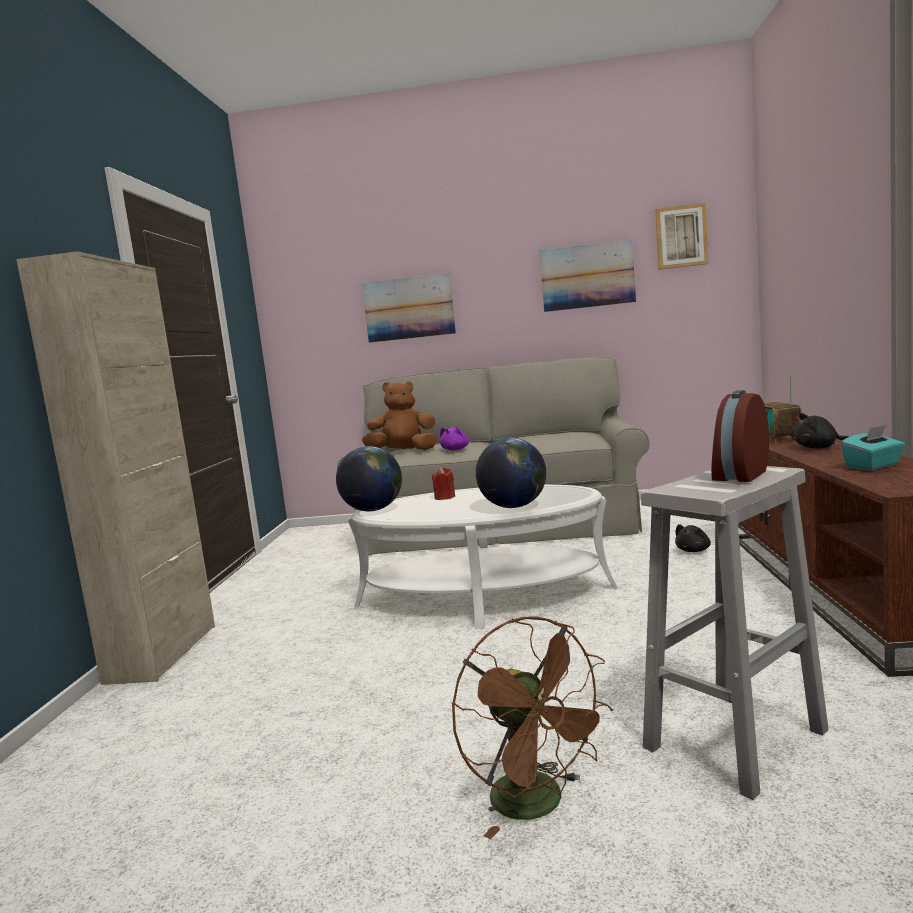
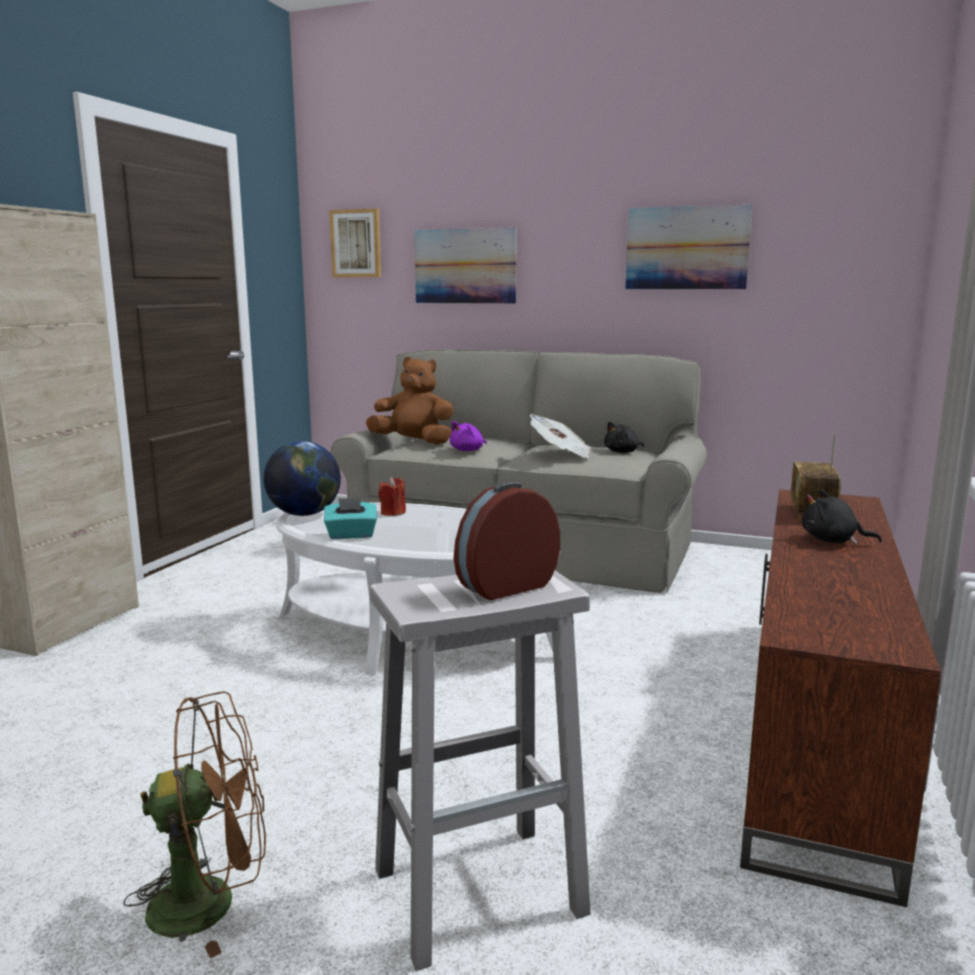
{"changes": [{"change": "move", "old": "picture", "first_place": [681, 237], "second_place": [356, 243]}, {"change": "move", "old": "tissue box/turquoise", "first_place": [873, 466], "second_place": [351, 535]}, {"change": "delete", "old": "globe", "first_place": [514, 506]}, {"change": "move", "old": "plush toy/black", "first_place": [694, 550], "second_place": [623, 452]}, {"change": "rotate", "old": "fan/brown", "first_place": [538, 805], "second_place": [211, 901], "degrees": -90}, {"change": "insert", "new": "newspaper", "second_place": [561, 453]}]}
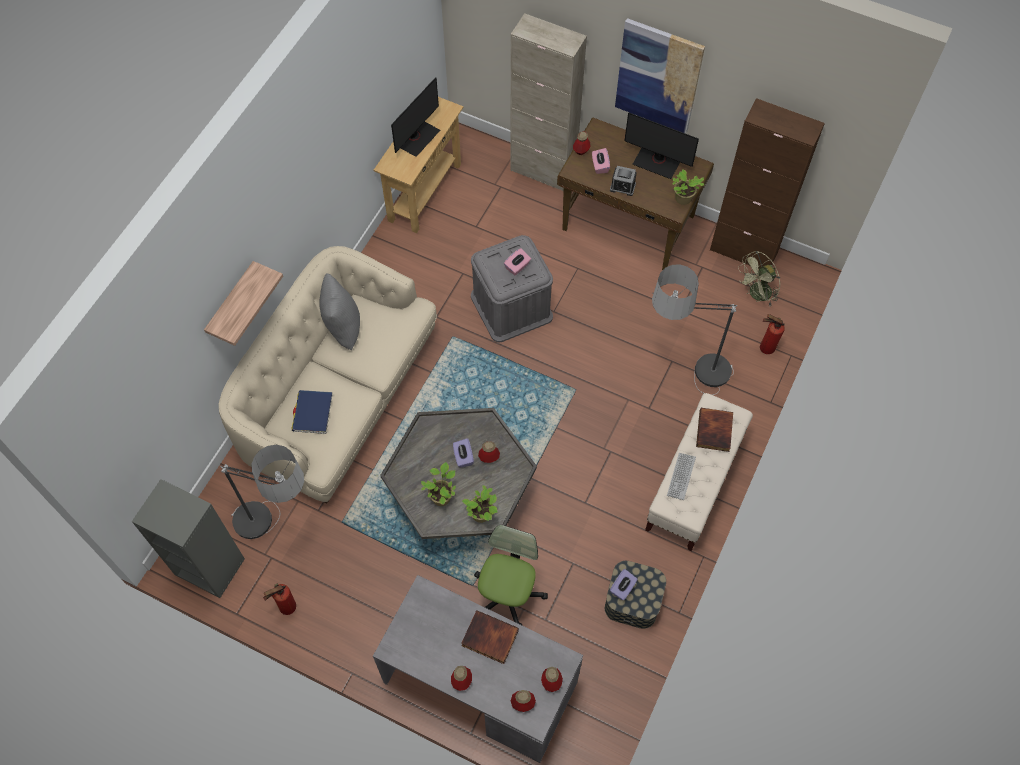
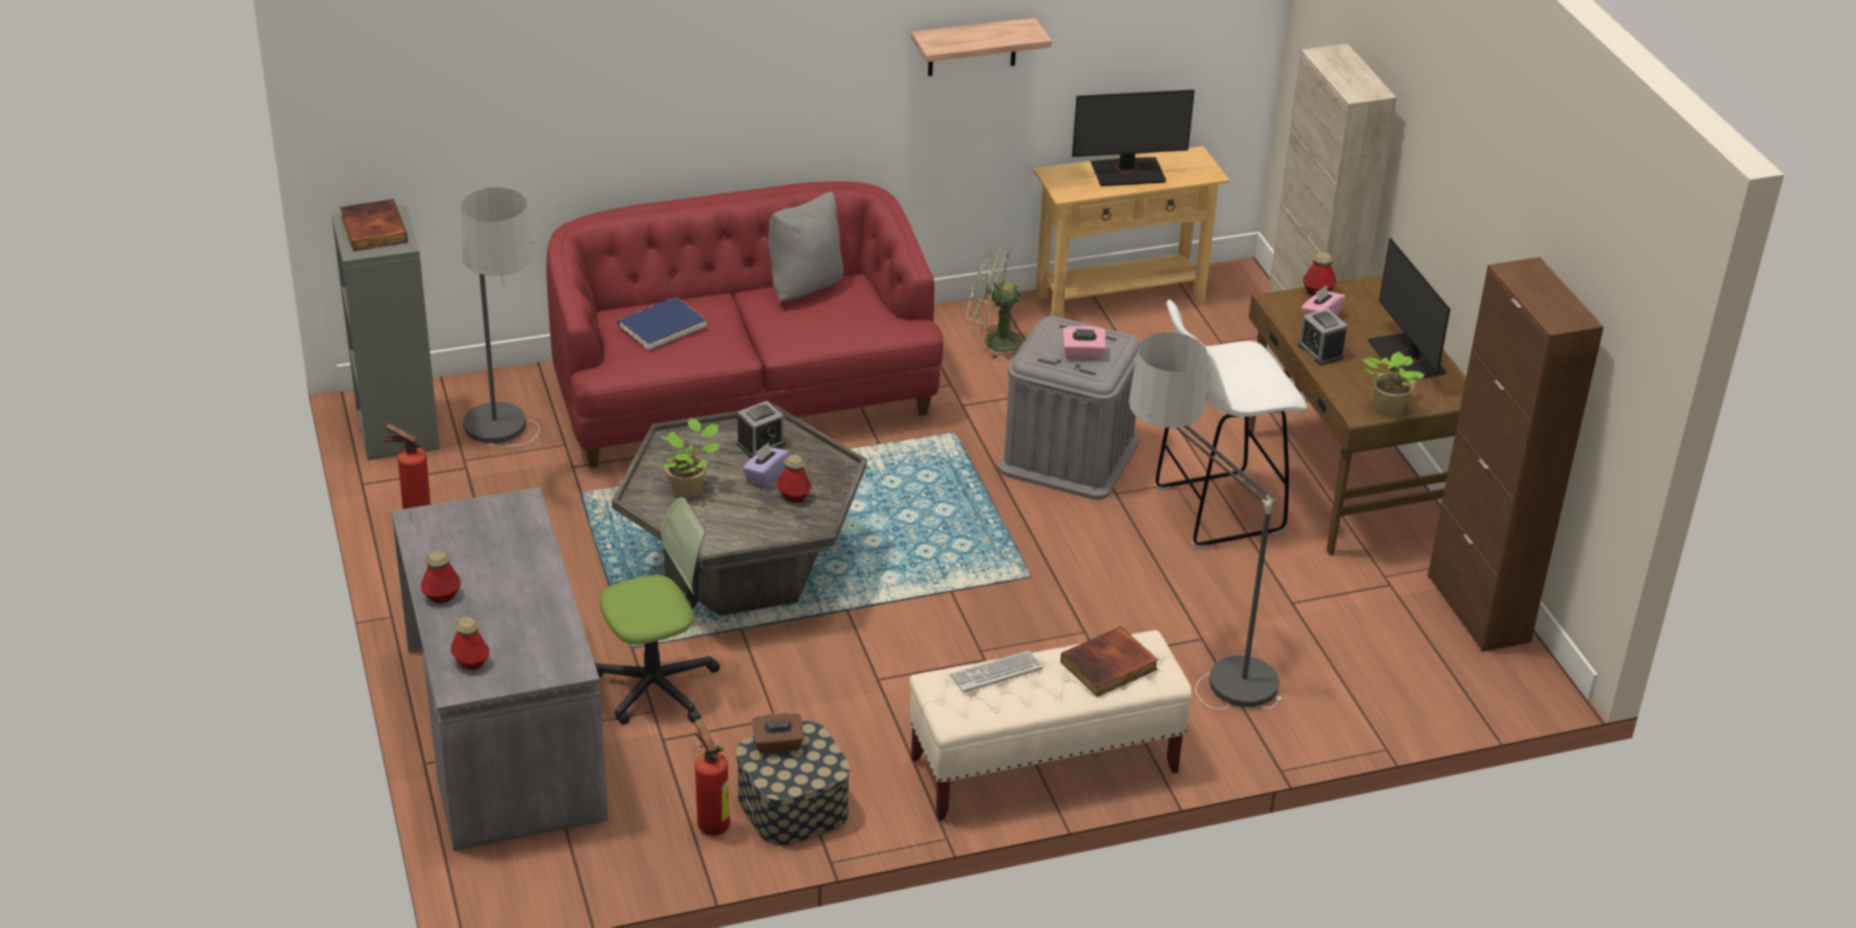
{"changes": [{"change": "delete", "old": "picture", "first_place": [658, 76]}, {"change": "recolor", "old": "sofa/beige", "new": "sofa/red", "first_place": [338, 397], "second_place": [742, 396]}, {"change": "move", "old": "fan/green", "first_place": [756, 295], "second_place": [993, 341]}, {"change": "move", "old": "shelf", "first_place": [232, 303], "second_place": [972, 47]}, {"change": "move", "old": "fire extinguisher", "first_place": [764, 348], "second_place": [711, 823]}, {"change": "delete", "old": "potted plant", "first_place": [482, 515]}, {"change": "recolor", "old": "tissue box/purple", "new": "tissue box/brown", "first_place": [622, 588], "second_place": [778, 745]}, {"change": "move", "old": "book", "first_place": [489, 638], "second_place": [372, 229]}, {"change": "delete", "old": "bottle", "first_place": [551, 681]}, {"change": "insert", "new": "stool/white", "second_place": [1214, 510]}, {"change": "insert", "new": "alarm clock", "second_place": [760, 444]}]}
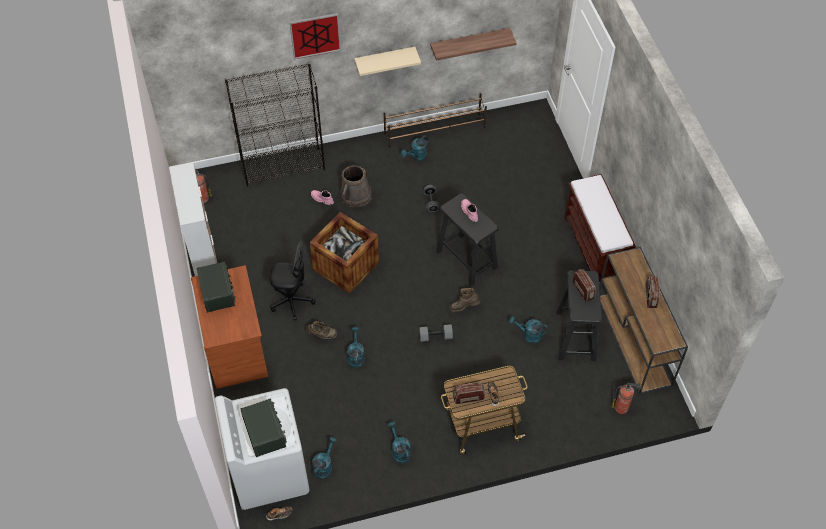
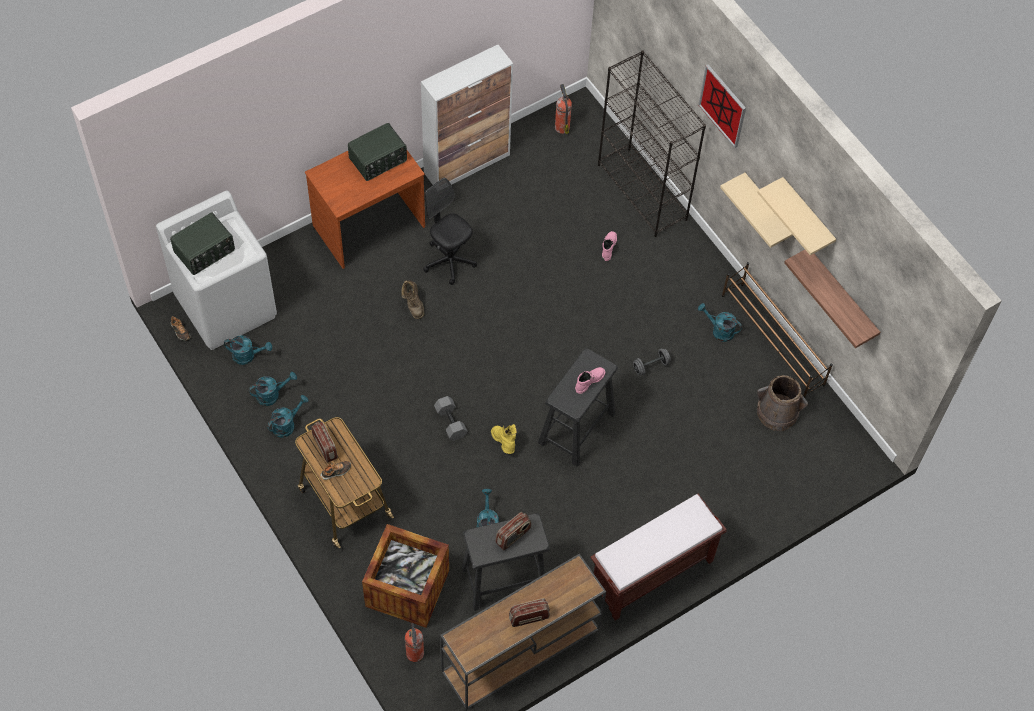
{"changes": [{"change": "move", "old": "bucket/brown", "first_place": [356, 196], "second_place": [777, 412]}, {"change": "move", "old": "crate", "first_place": [346, 266], "second_place": [407, 588]}, {"change": "rotate", "old": "office chair/black", "first_place": [292, 301], "second_place": [449, 261], "degrees": 150}, {"change": "recolor", "old": "boot/brown", "new": "boot/yellow", "first_place": [464, 307], "second_place": [504, 443]}, {"change": "move", "old": "watering can/turquoise", "first_place": [355, 356], "second_place": [272, 394]}, {"change": "insert", "new": "shelf/beige", "second_place": [806, 216]}]}
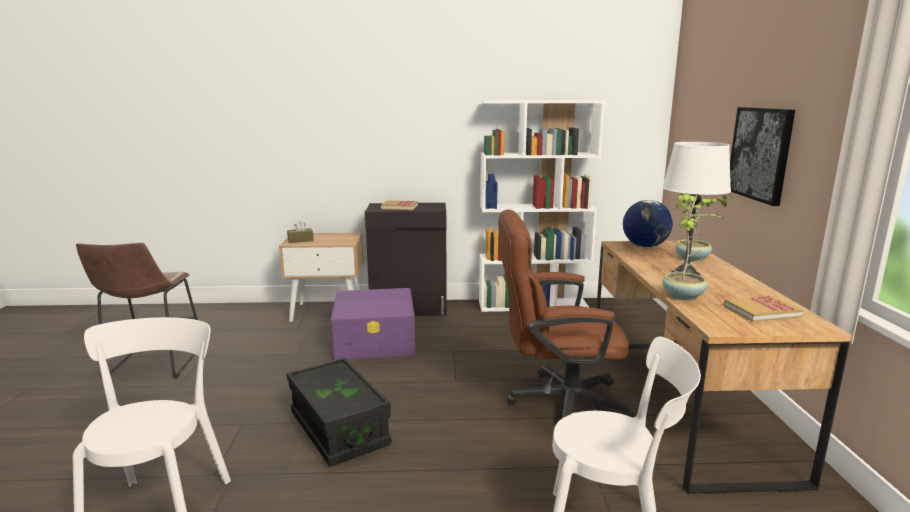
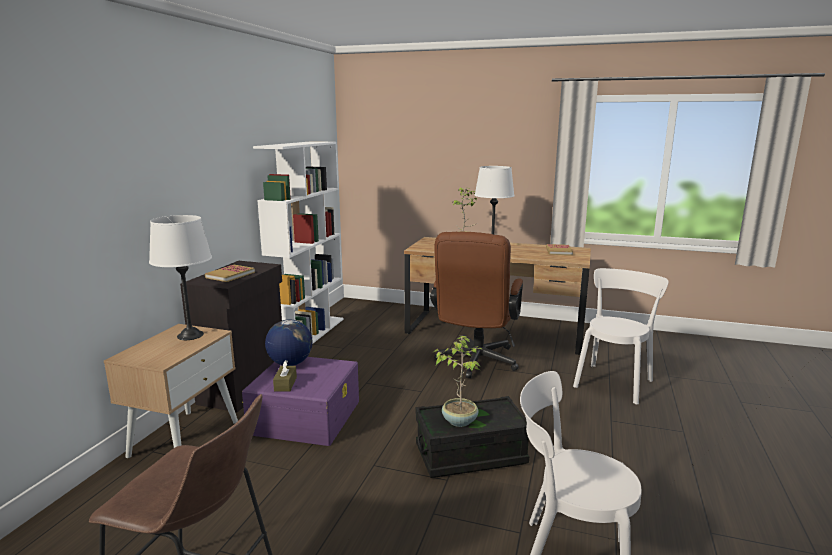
{"changes": [{"change": "delete", "old": "picture", "first_place": [760, 153]}, {"change": "move", "old": "potted plant", "first_place": [684, 296], "second_place": [459, 420]}, {"change": "move", "old": "globe", "first_place": [645, 246], "second_place": [290, 363]}, {"change": "move", "old": "tissue box/brown", "first_place": [300, 240], "second_place": [285, 384]}, {"change": "insert", "new": "table lamp/white", "second_place": [190, 335]}]}
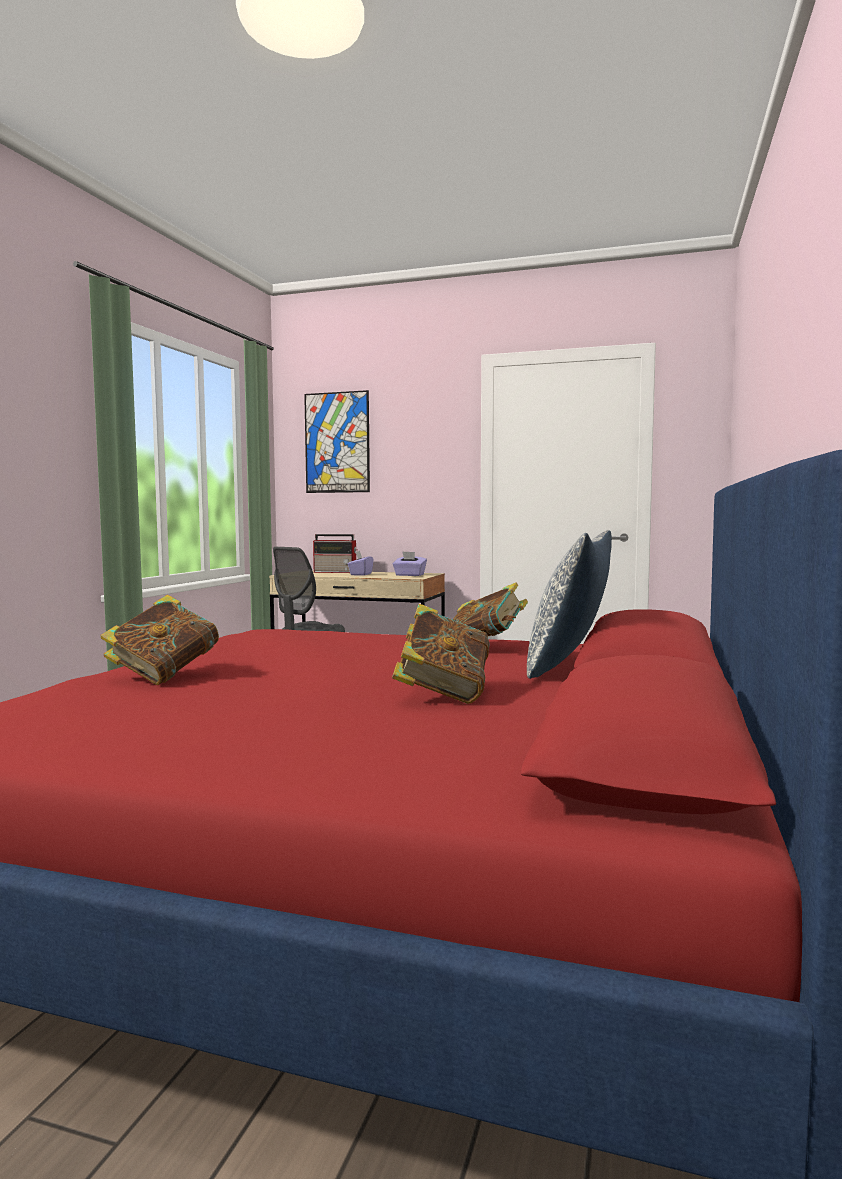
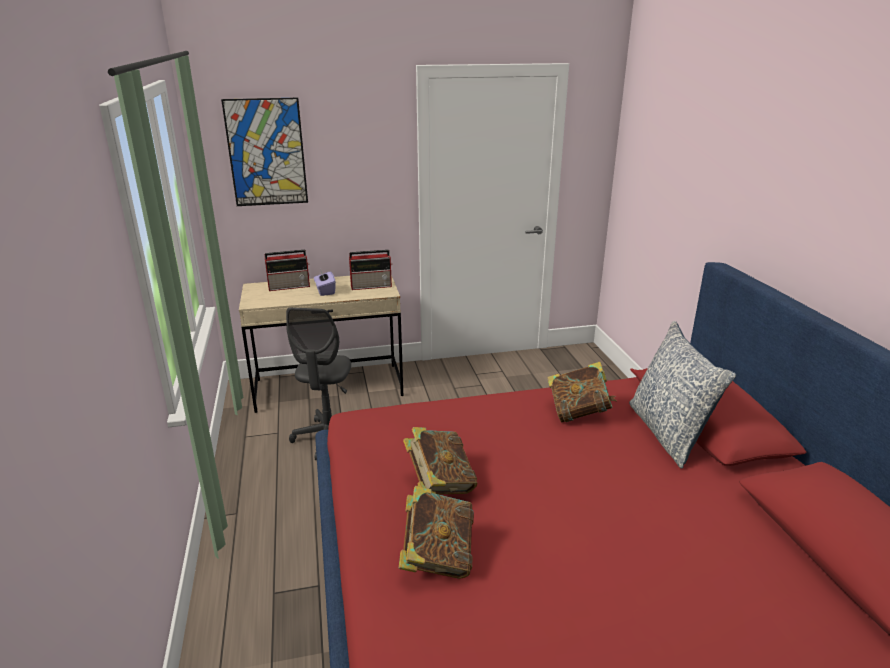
{"changes": [{"change": "replace", "old": "tissue box/purple", "new": "radio", "first_place": [409, 575], "second_place": [372, 286]}, {"change": "move", "old": "book", "first_place": [442, 694], "second_place": [440, 484]}]}
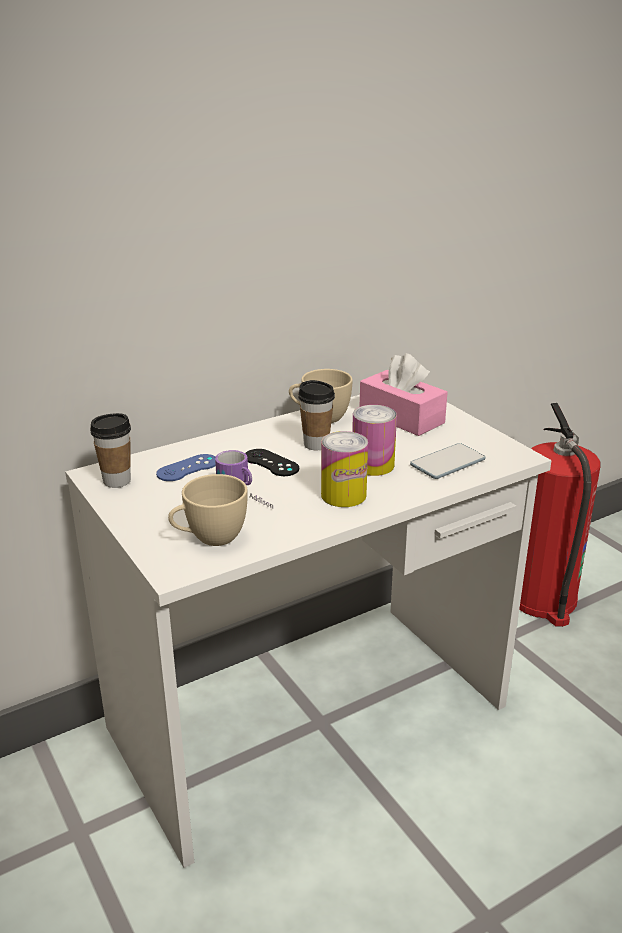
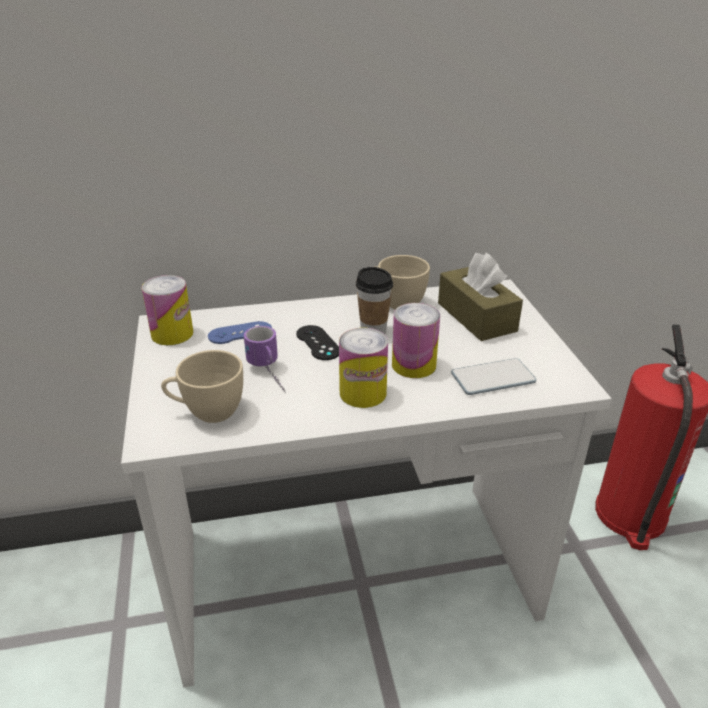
{"changes": [{"change": "recolor", "old": "tissue box/pink", "new": "tissue box/brown", "first_place": [401, 417], "second_place": [476, 317]}, {"change": "replace", "old": "cup", "new": "can", "first_place": [117, 481], "second_place": [172, 334]}]}
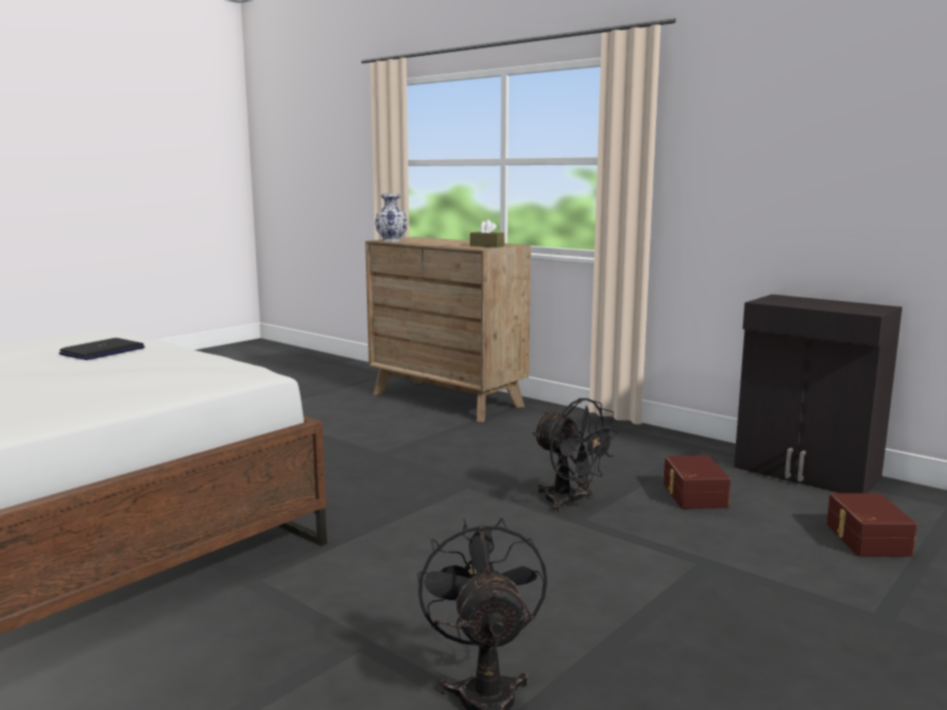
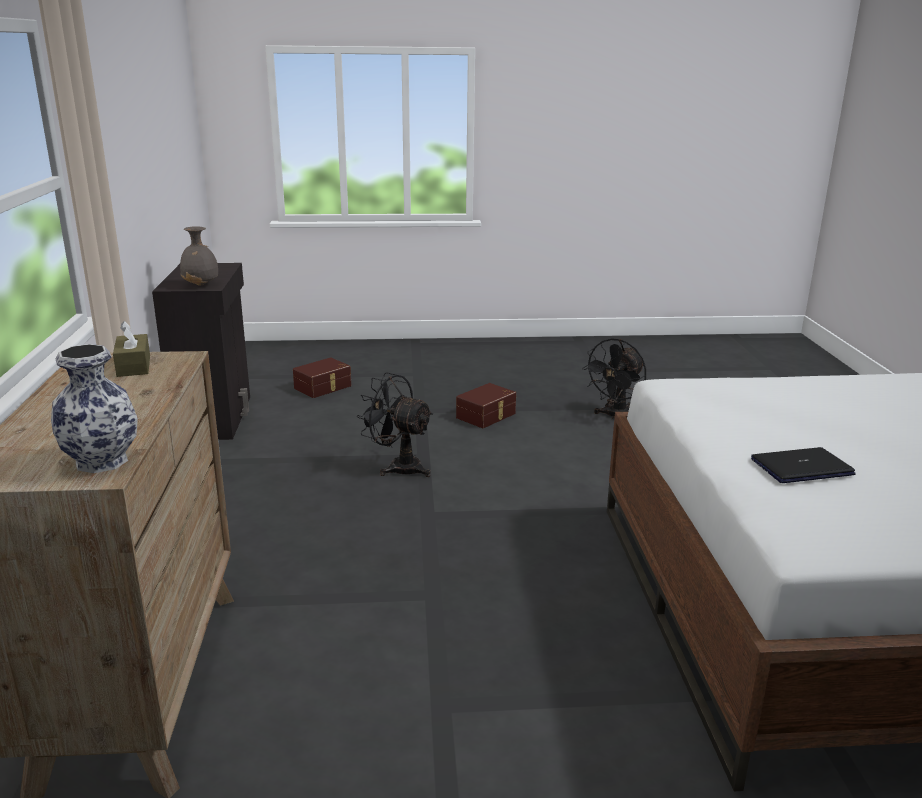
{"changes": [{"change": "rotate", "old": "fan/black", "first_place": [569, 503], "second_place": [398, 466], "degrees": -60}, {"change": "move", "old": "storage box/brown", "first_place": [693, 495], "second_place": [487, 416]}, {"change": "insert", "new": "vase/grey", "second_place": [201, 285]}]}
